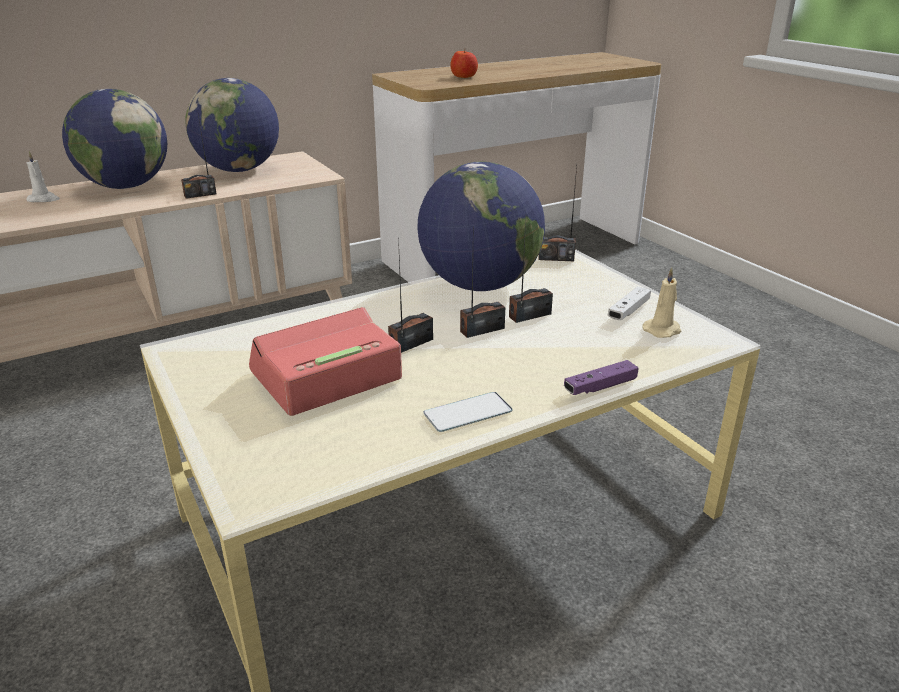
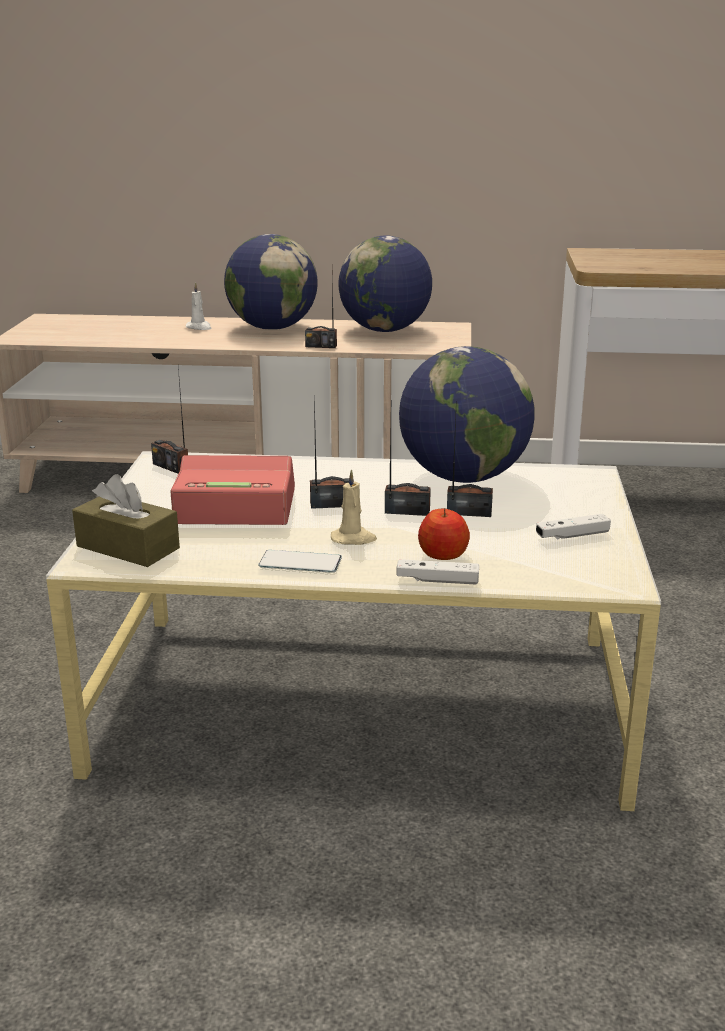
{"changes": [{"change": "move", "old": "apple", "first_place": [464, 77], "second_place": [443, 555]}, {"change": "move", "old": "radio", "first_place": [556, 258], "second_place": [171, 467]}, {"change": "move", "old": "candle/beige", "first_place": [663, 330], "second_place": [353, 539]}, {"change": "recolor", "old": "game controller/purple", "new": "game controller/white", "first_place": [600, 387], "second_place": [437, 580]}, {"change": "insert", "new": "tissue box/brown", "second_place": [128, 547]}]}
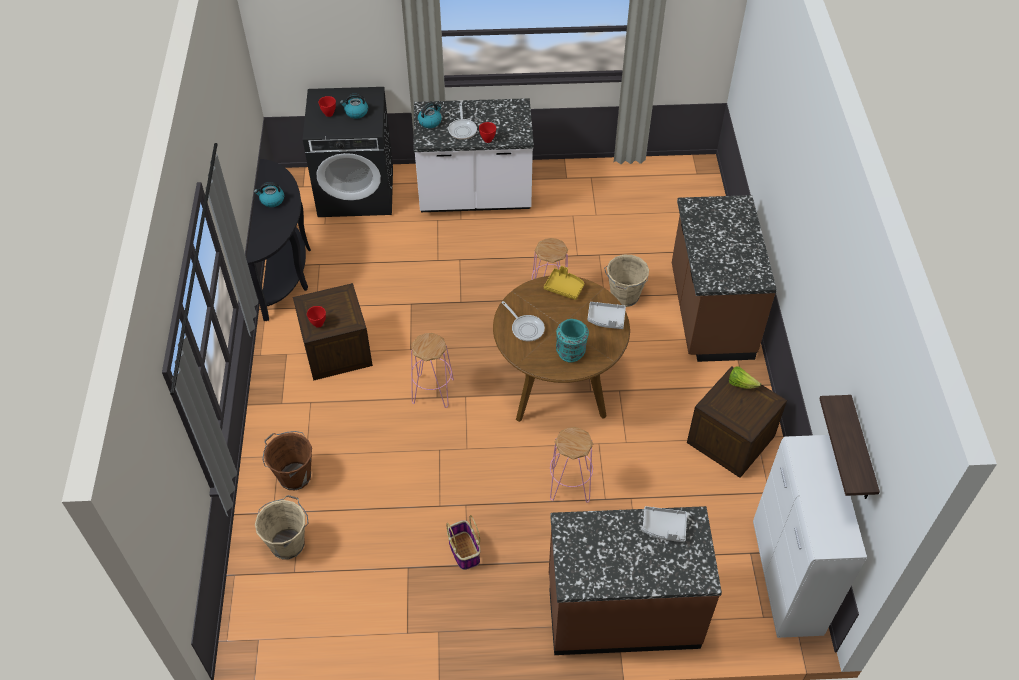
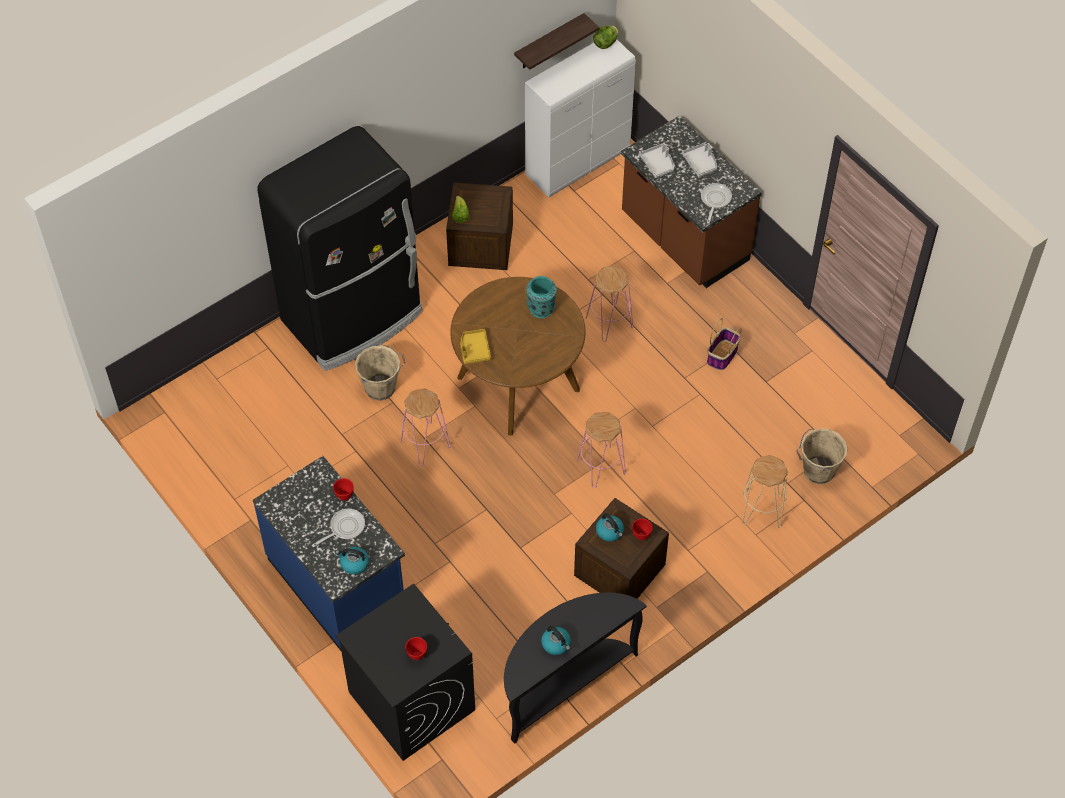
{"changes": [{"change": "move", "old": "kettle", "first_place": [356, 112], "second_place": [610, 532]}, {"change": "recolor", "old": "counter/white", "new": "counter/blue", "first_place": [475, 196], "second_place": [338, 584]}, {"change": "replace", "old": "counter/brown", "new": "fridge/black", "first_place": [709, 313], "second_place": [354, 317]}, {"change": "move", "old": "frying pan", "first_place": [526, 328], "second_place": [715, 200]}, {"change": "move", "old": "tray/grey", "first_place": [606, 319], "second_place": [701, 163]}, {"change": "replace", "old": "bucket/brown", "new": "stool/beige", "first_place": [294, 475], "second_place": [762, 510]}, {"change": "insert", "new": "lettuce", "second_place": [605, 43]}]}
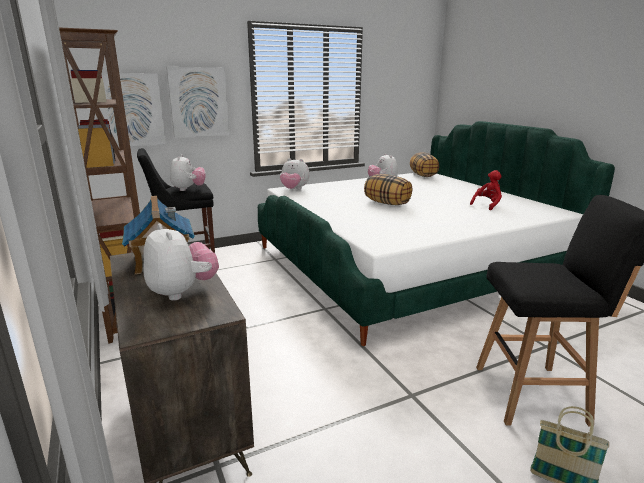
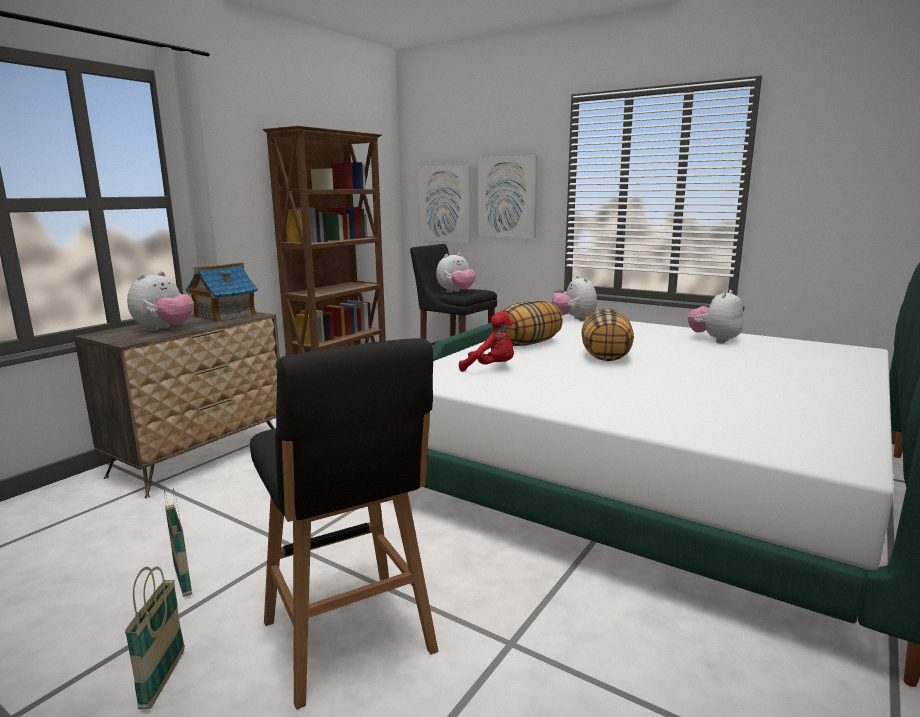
{"changes": [{"change": "move", "old": "pillow", "first_place": [423, 175], "second_place": [528, 344]}, {"change": "move", "old": "plush toy/red", "first_place": [487, 205], "second_place": [491, 368]}, {"change": "insert", "new": "basket", "second_place": [183, 580]}]}
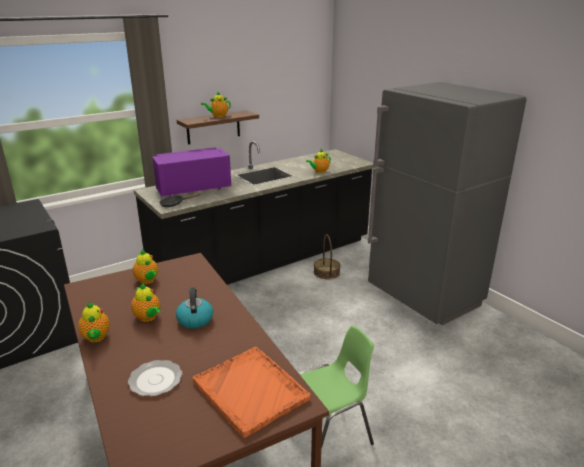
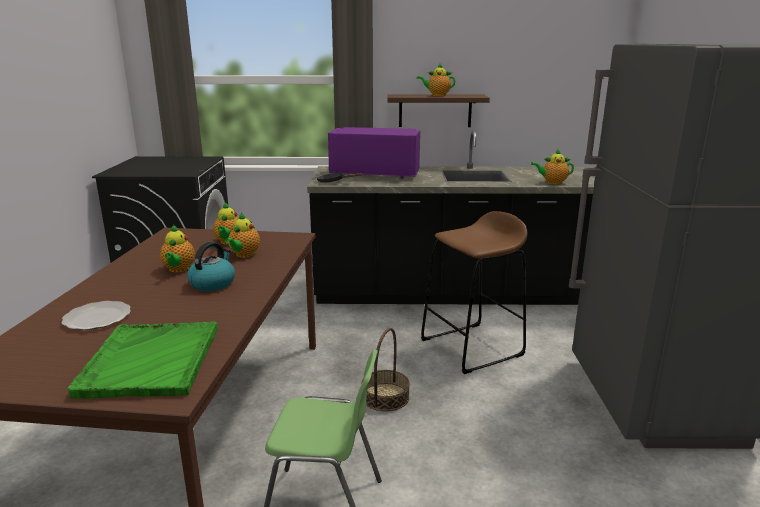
{"changes": [{"change": "move", "old": "basket", "first_place": [326, 272], "second_place": [385, 397]}, {"change": "move", "old": "teapot", "first_place": [96, 338], "second_place": [244, 255]}, {"change": "recolor", "old": "tray/orange", "new": "tray/green", "first_place": [251, 391], "second_place": [150, 361]}, {"change": "insert", "new": "stool/brown", "second_place": [472, 347]}]}
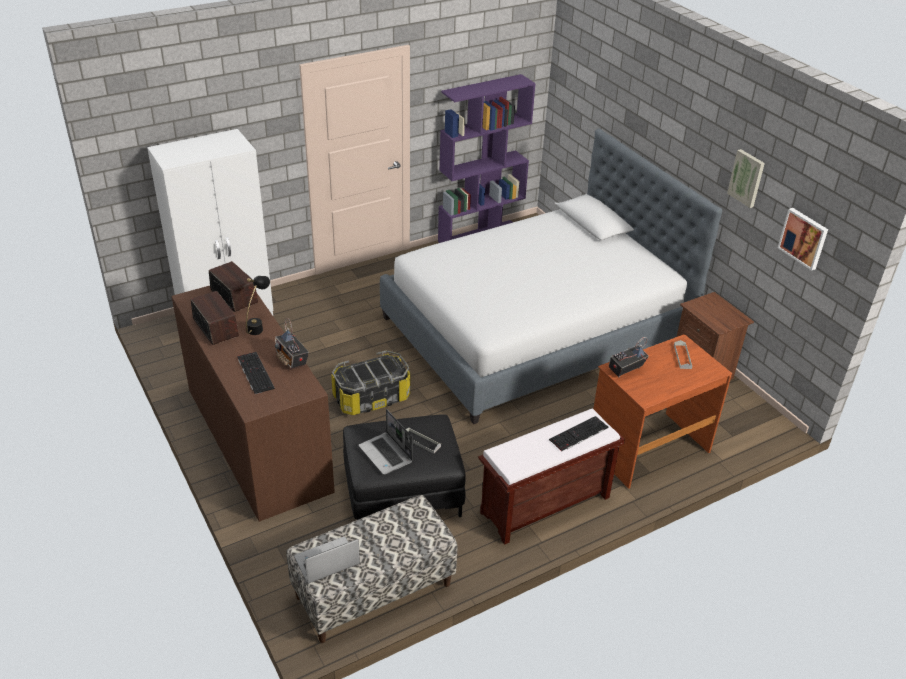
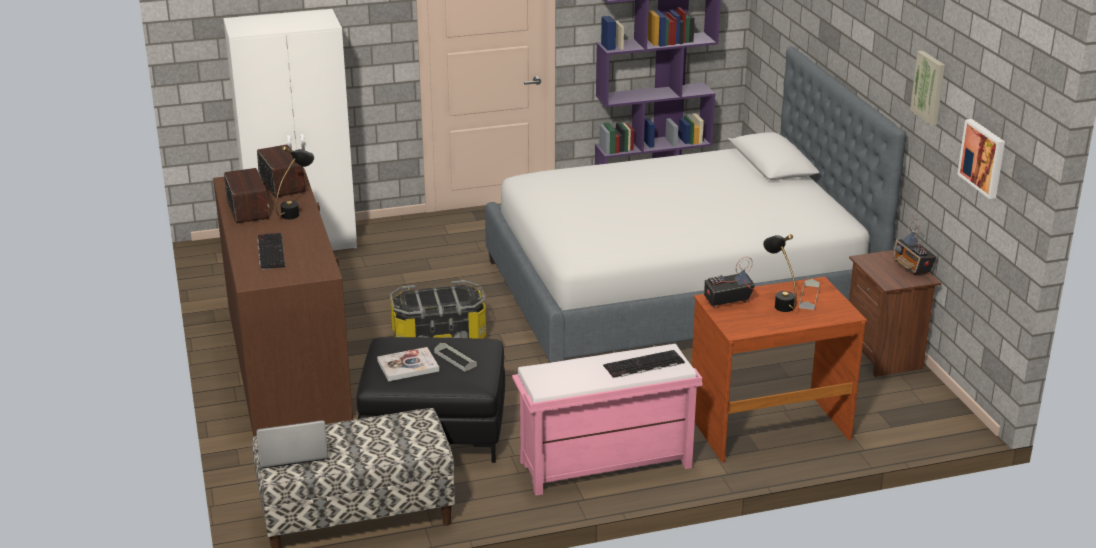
{"changes": [{"change": "move", "old": "radio", "first_place": [292, 360], "second_place": [912, 268]}, {"change": "replace", "old": "laptop", "new": "book", "first_place": [386, 454], "second_place": [408, 366]}, {"change": "recolor", "old": "bench/brown", "new": "bench/pink", "first_place": [544, 506], "second_place": [604, 465]}, {"change": "insert", "new": "table lamp/black", "second_place": [779, 303]}]}
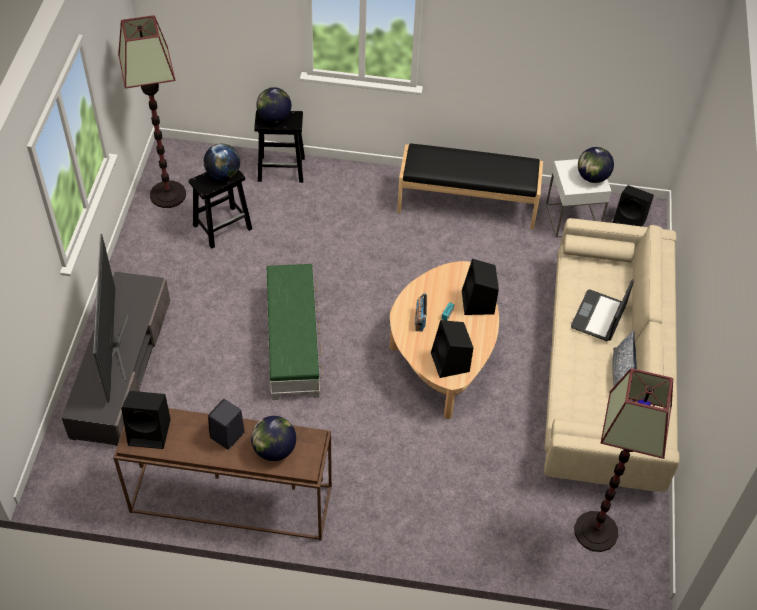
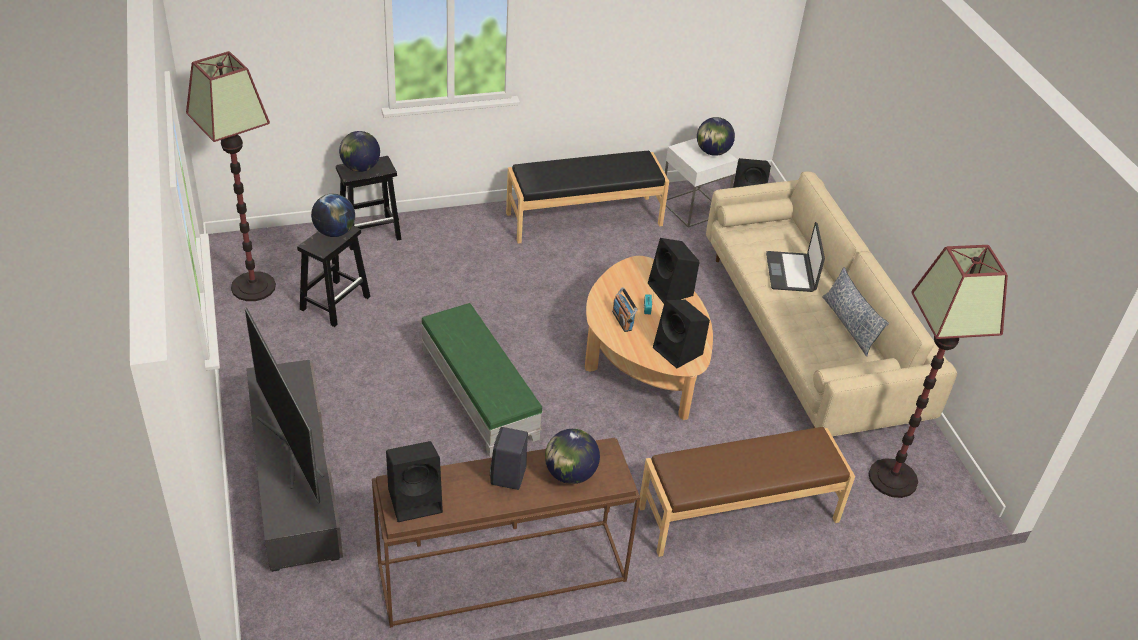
{"changes": [{"change": "insert", "new": "bench/brown", "second_place": [739, 514]}]}
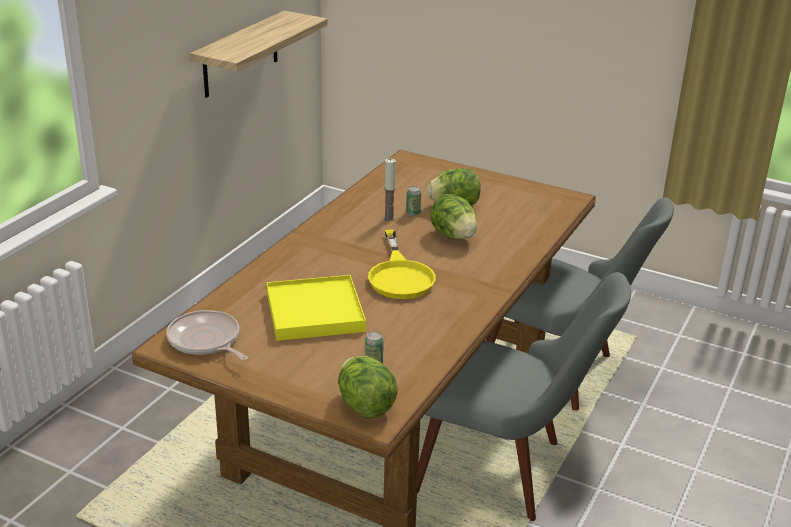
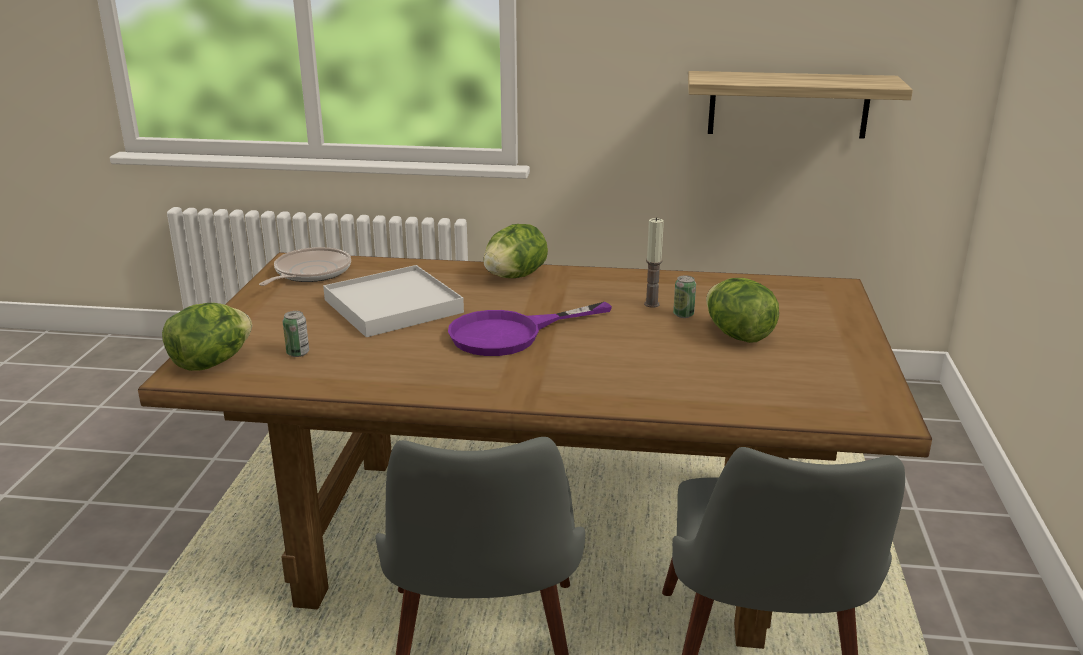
{"changes": [{"change": "move", "old": "lettuce", "first_place": [453, 236], "second_place": [515, 276]}, {"change": "recolor", "old": "frying pan/yellow", "new": "frying pan/purple", "first_place": [400, 275], "second_place": [510, 334]}, {"change": "recolor", "old": "tray/yellow", "new": "tray/white", "first_place": [315, 312], "second_place": [393, 306]}]}
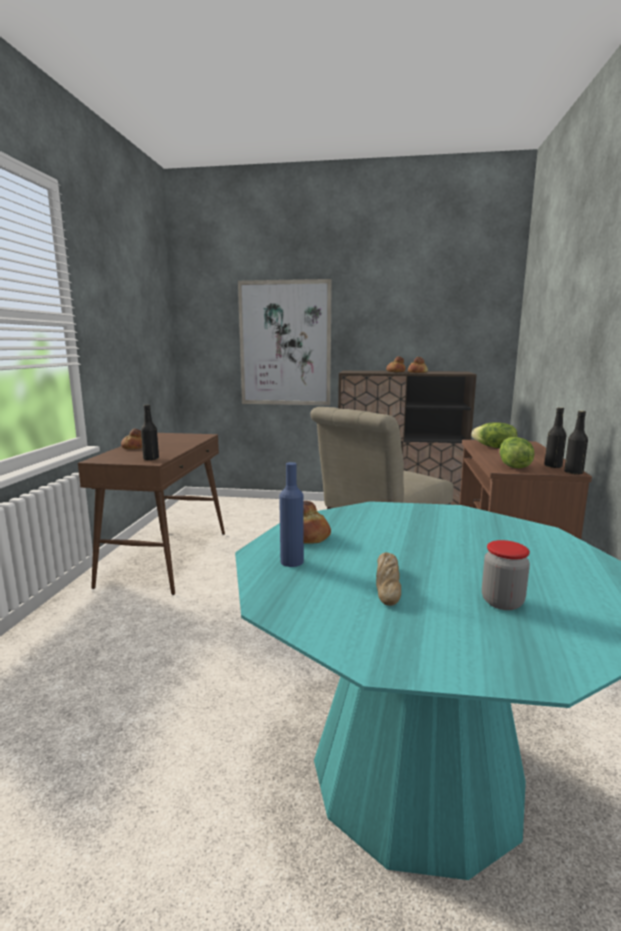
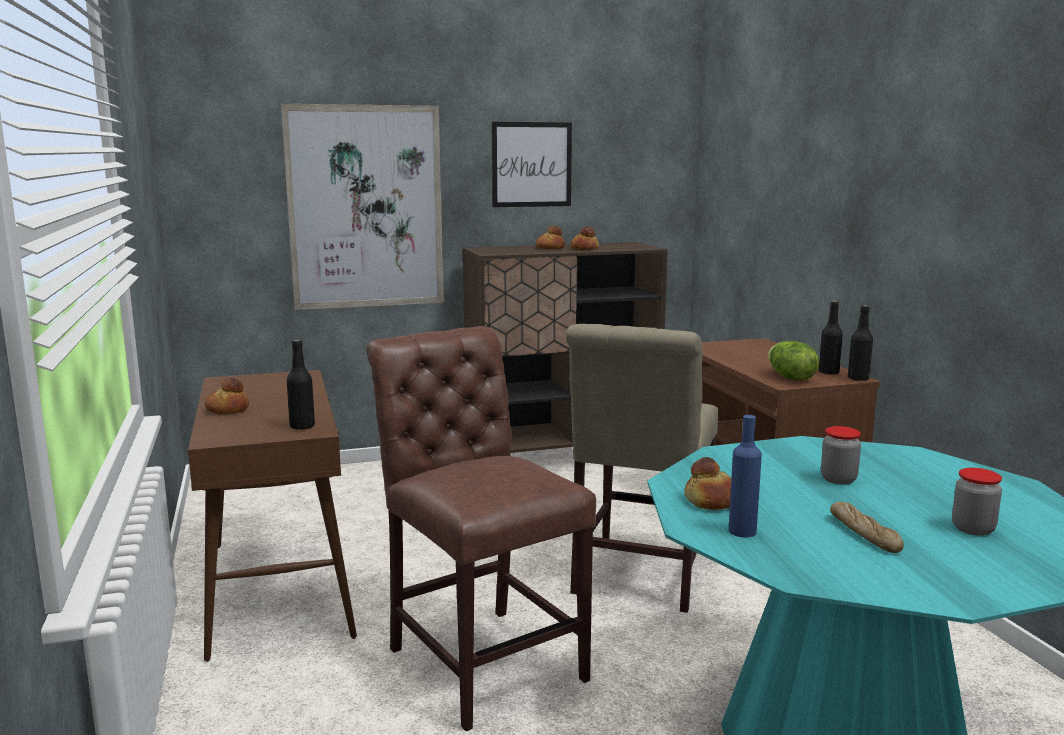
{"changes": [{"change": "delete", "old": "lettuce", "first_place": [494, 447]}, {"change": "insert", "new": "picture", "second_place": [531, 164]}, {"change": "insert", "new": "chair/brown", "second_place": [481, 658]}, {"change": "insert", "new": "jar", "second_place": [838, 479]}]}
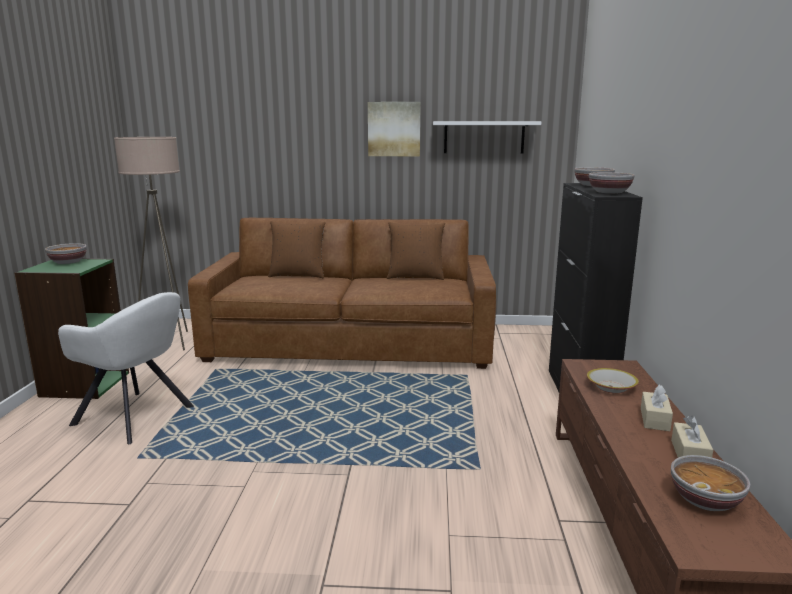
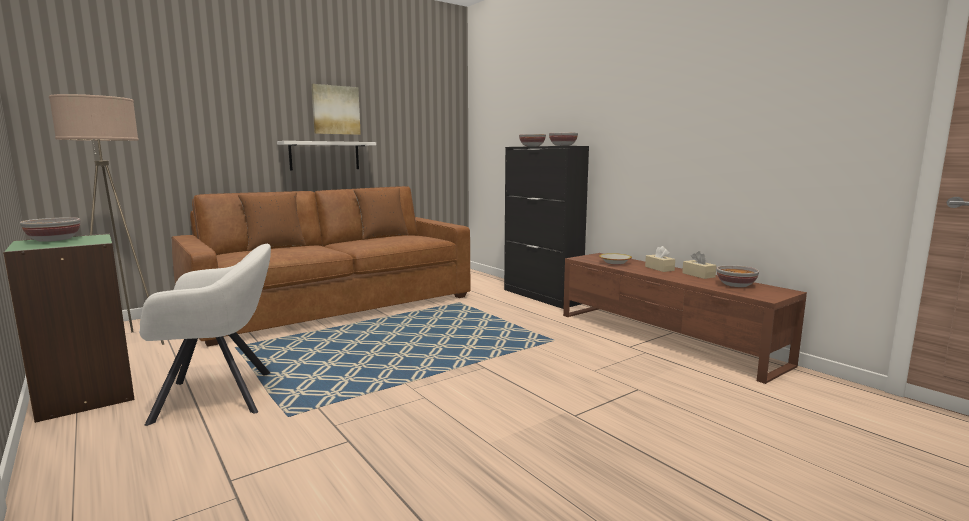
{"changes": [{"change": "move", "old": "shelf/white", "first_place": [484, 137], "second_place": [324, 155]}]}
